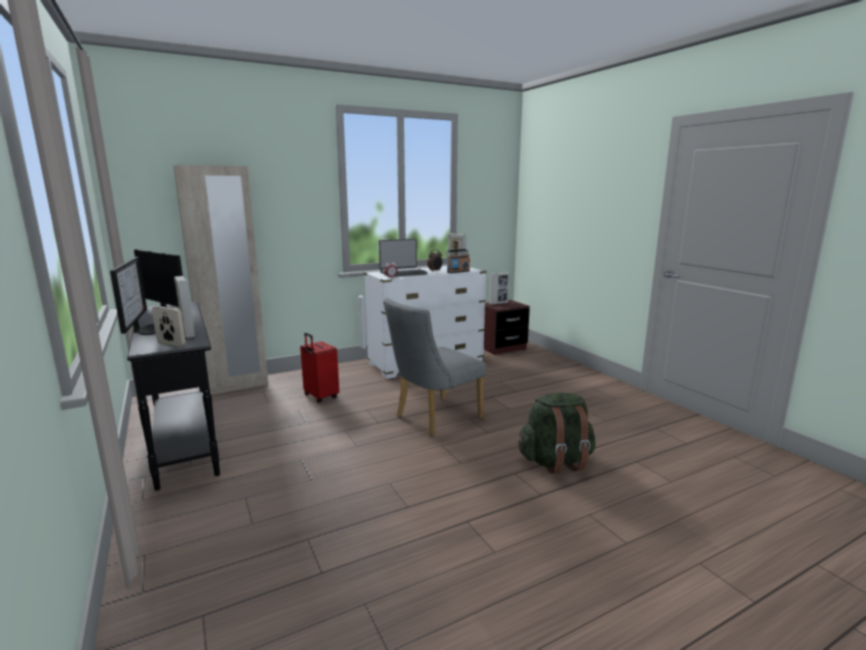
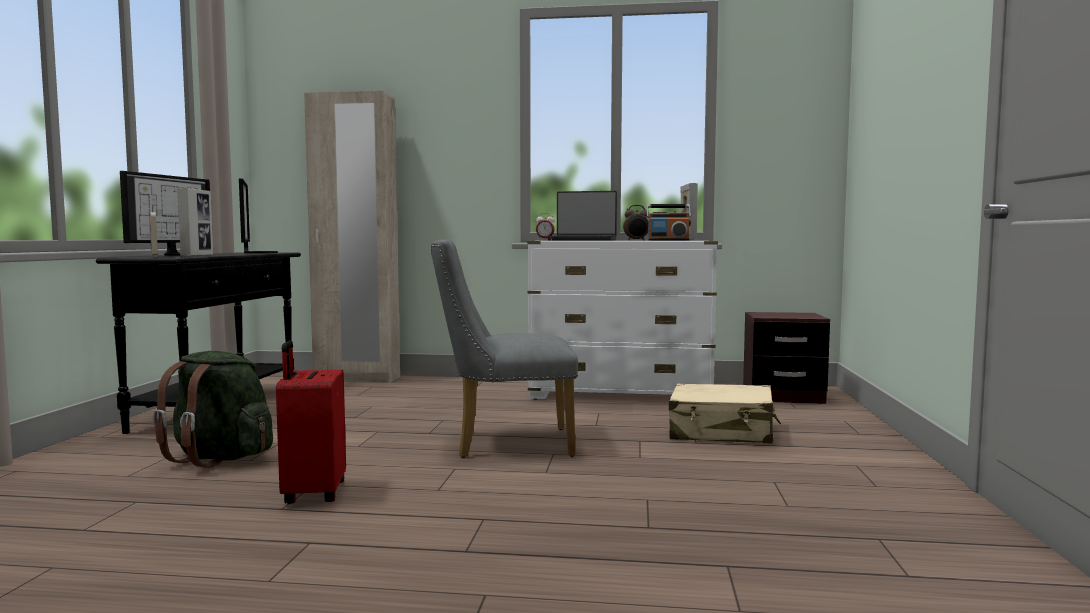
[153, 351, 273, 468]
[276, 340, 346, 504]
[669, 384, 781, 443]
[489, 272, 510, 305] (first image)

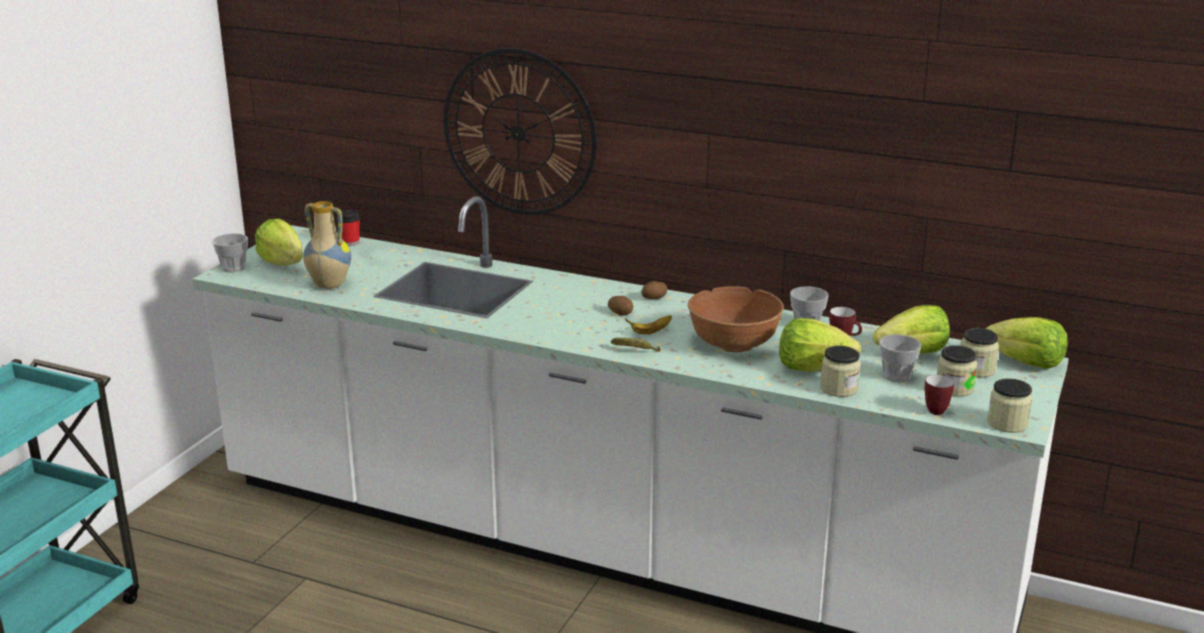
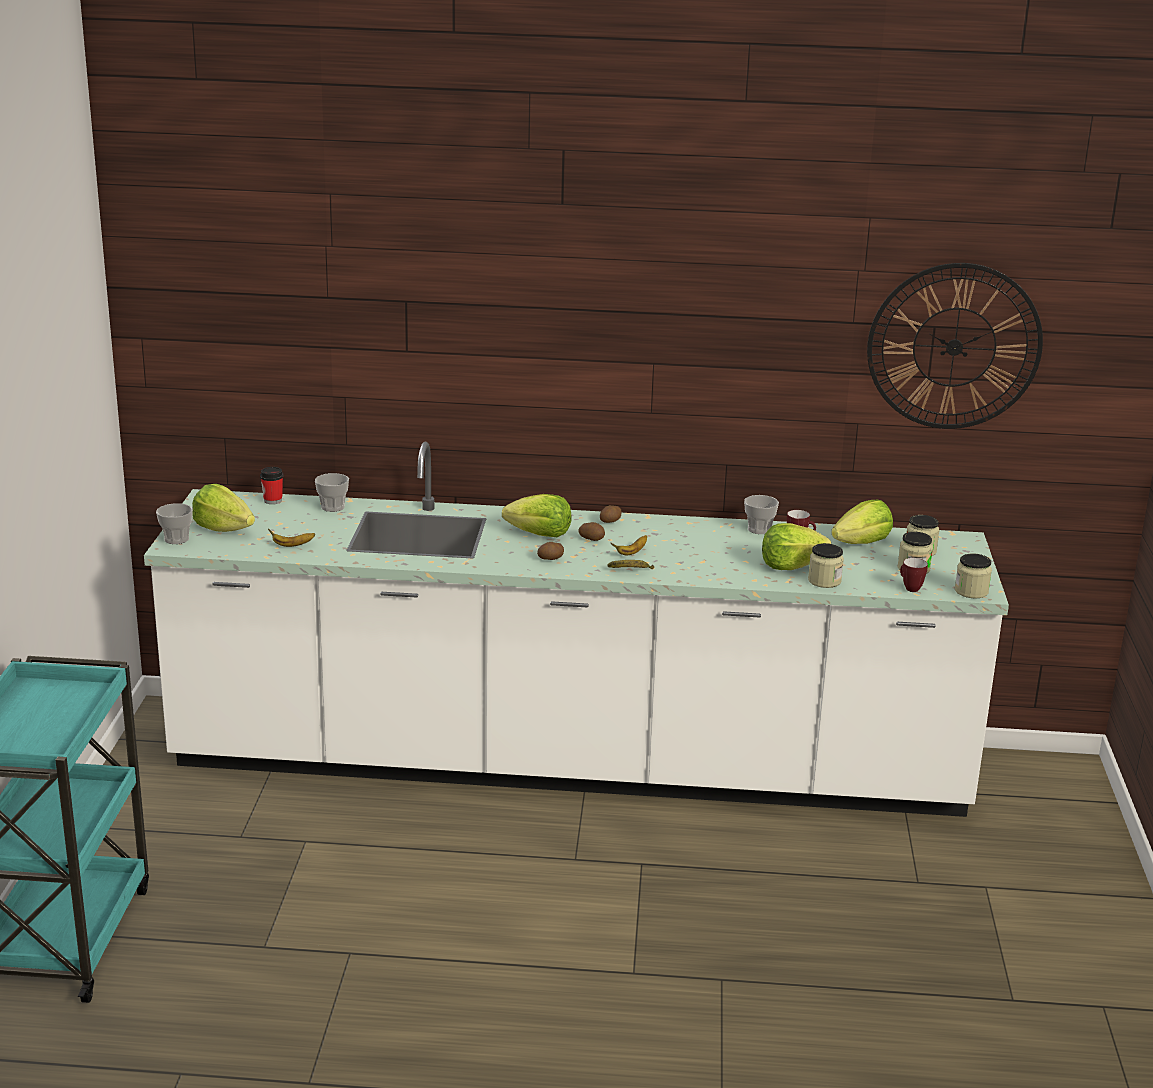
[268, 529, 315, 547]
[315, 473, 349, 512]
[502, 494, 571, 537]
[537, 542, 564, 560]
[867, 263, 1043, 429]
[688, 286, 784, 352] (first image)

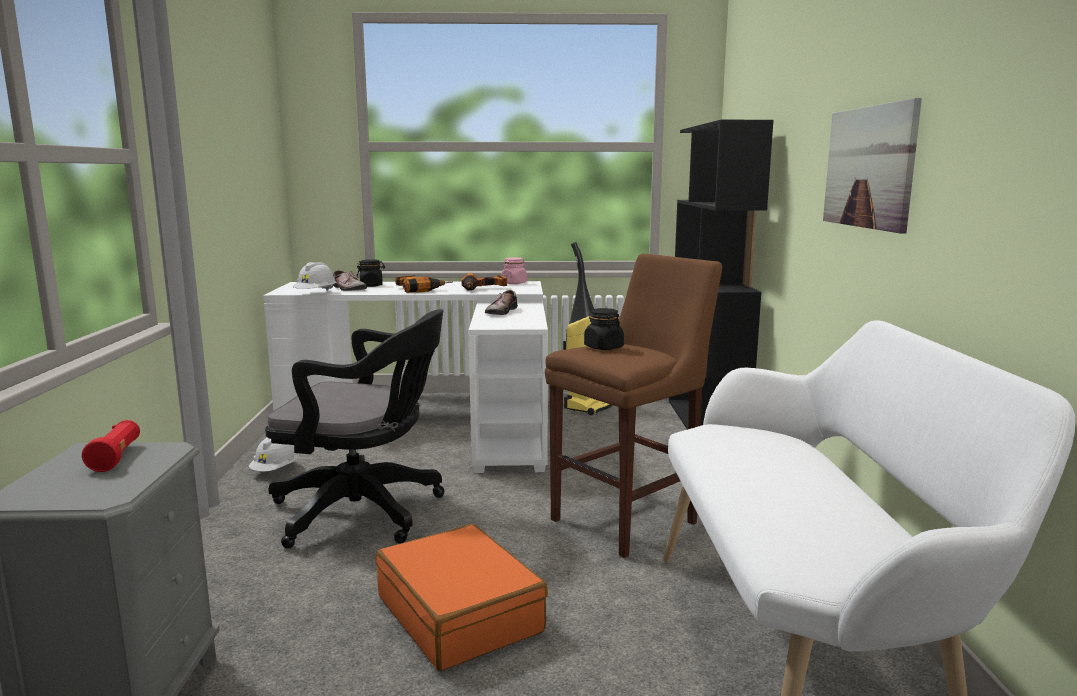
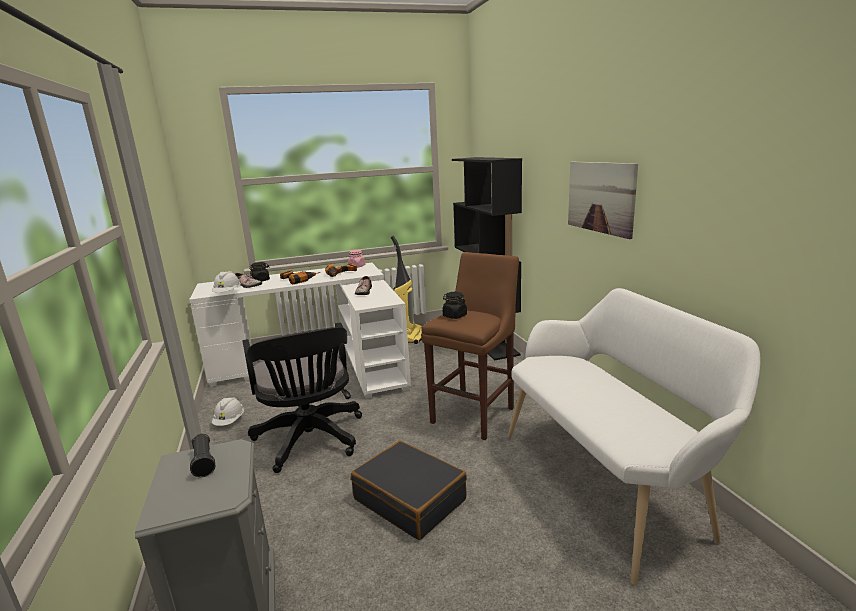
[190, 434, 215, 477]
[242, 322, 362, 473]
[351, 441, 467, 540]

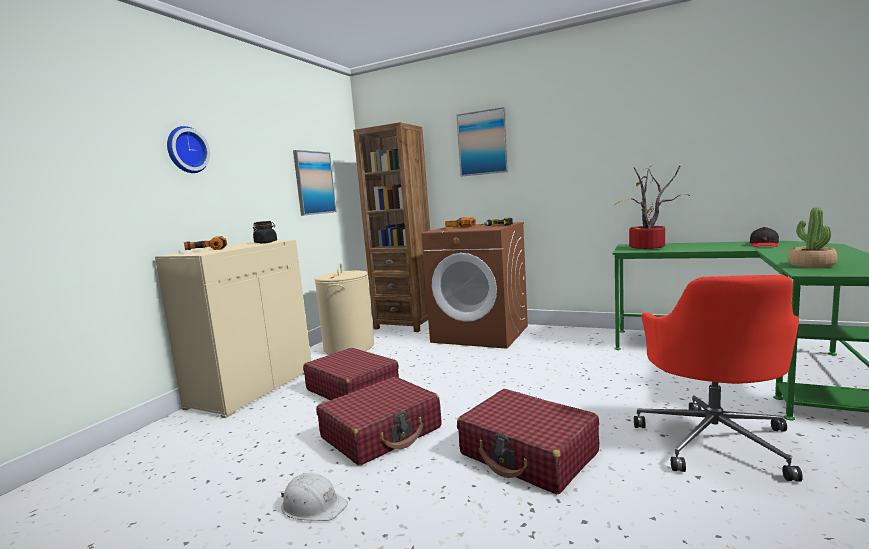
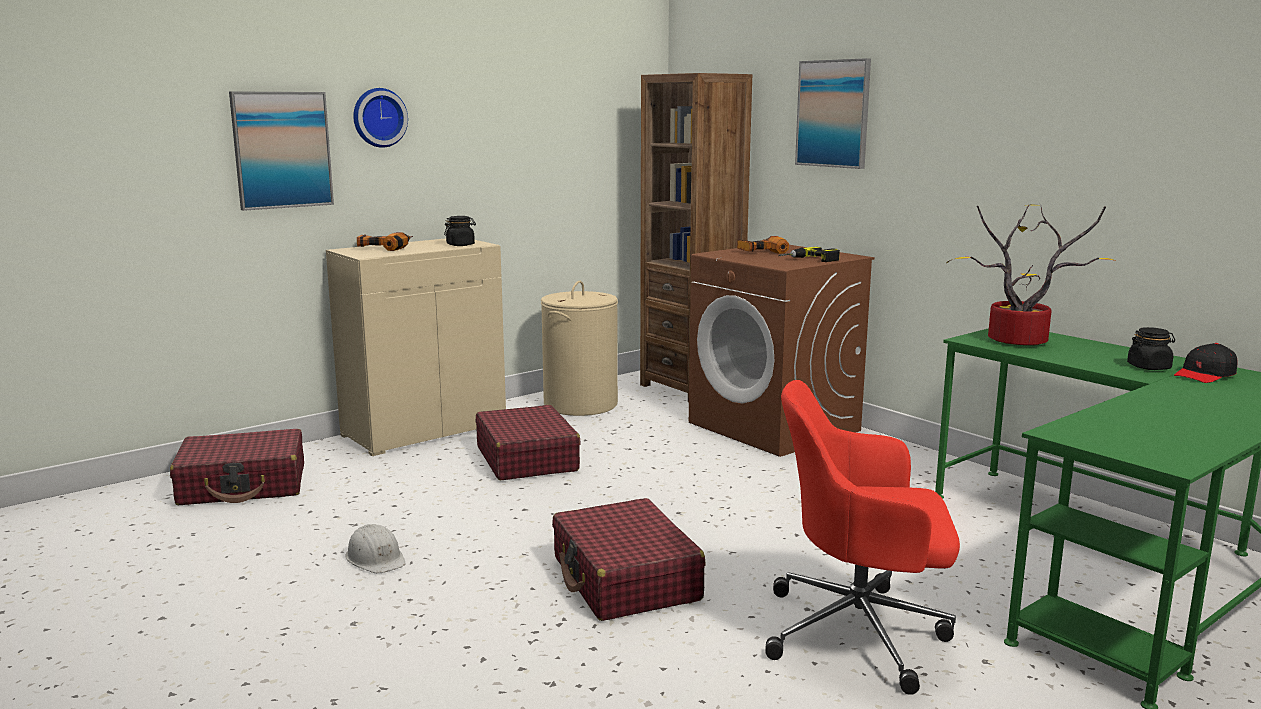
[170, 429, 304, 505]
[229, 91, 334, 211]
[765, 380, 960, 695]
[1127, 327, 1175, 370]
[788, 207, 837, 268] (first image)

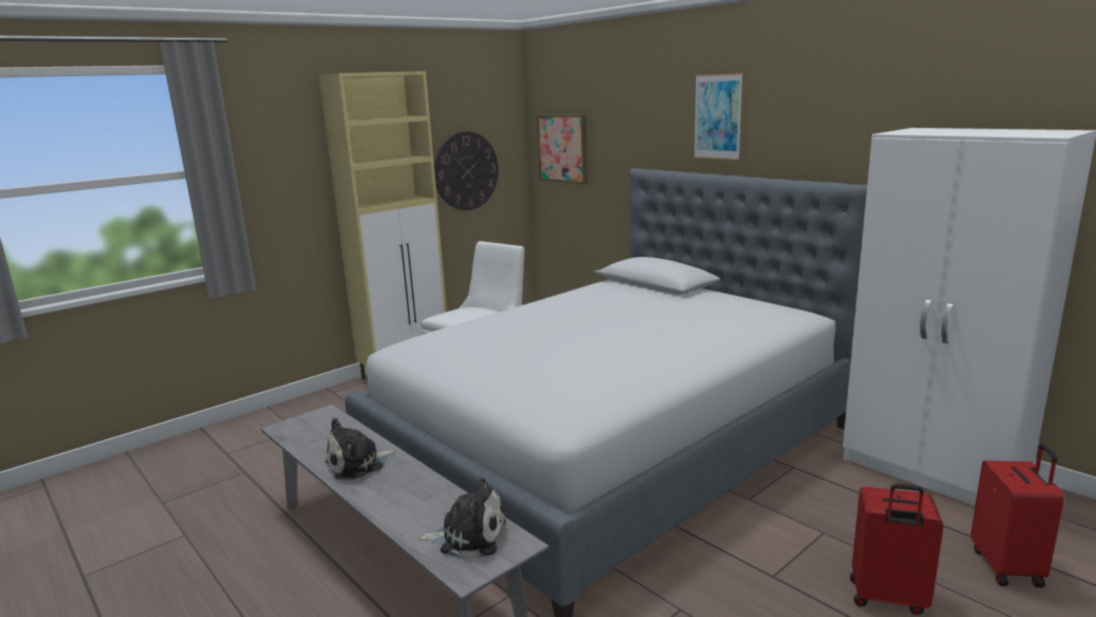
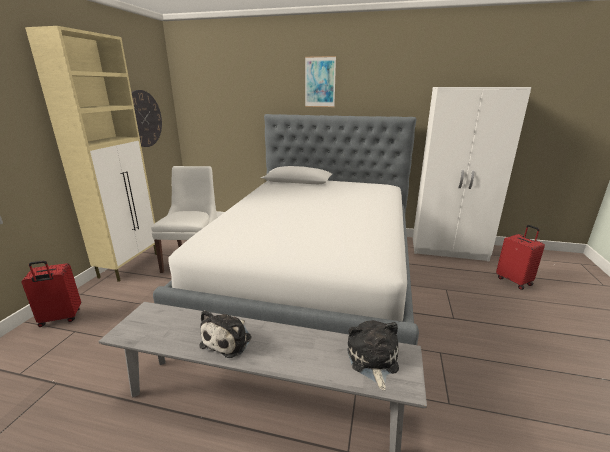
[21, 261, 81, 327]
[347, 320, 399, 391]
[537, 115, 587, 184] (first image)

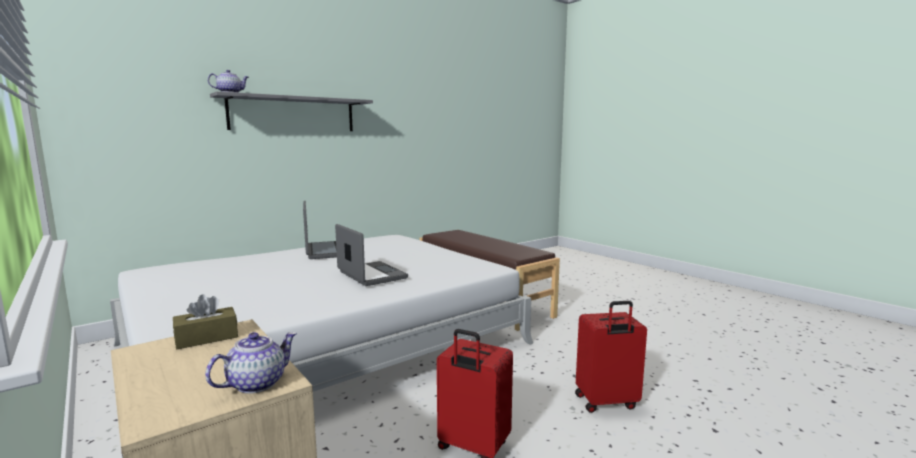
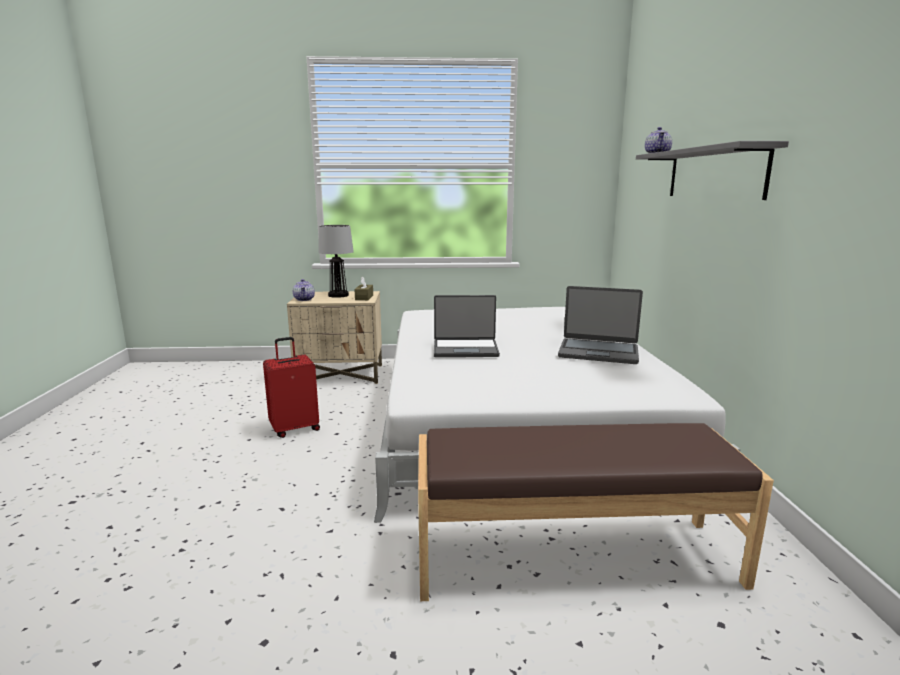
[318, 225, 354, 298]
[575, 301, 647, 413] (first image)

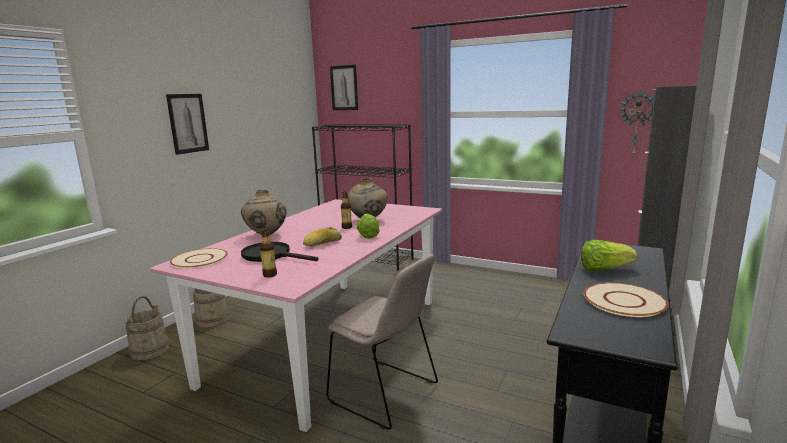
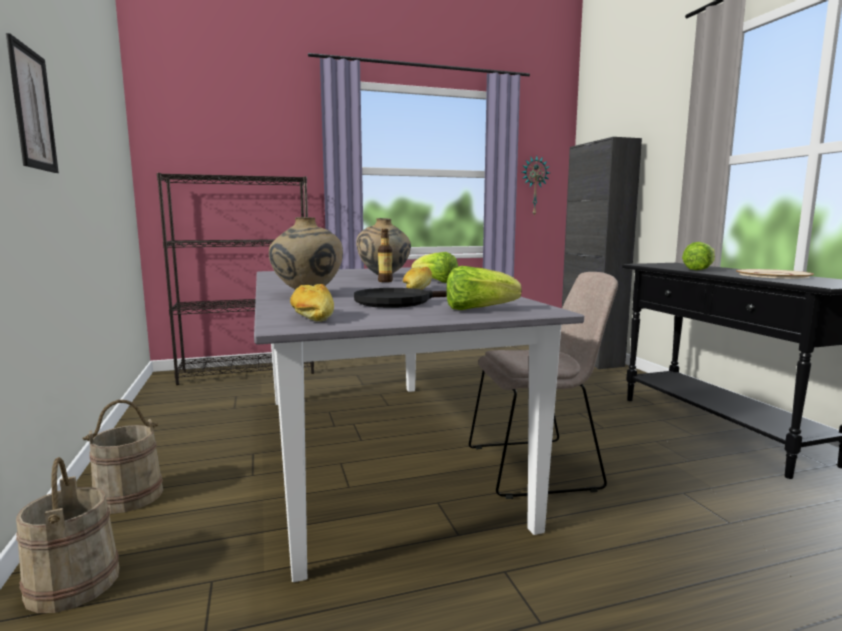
[254, 267, 584, 582]
[290, 284, 334, 322]
[446, 266, 522, 310]
[330, 65, 358, 110] (first image)

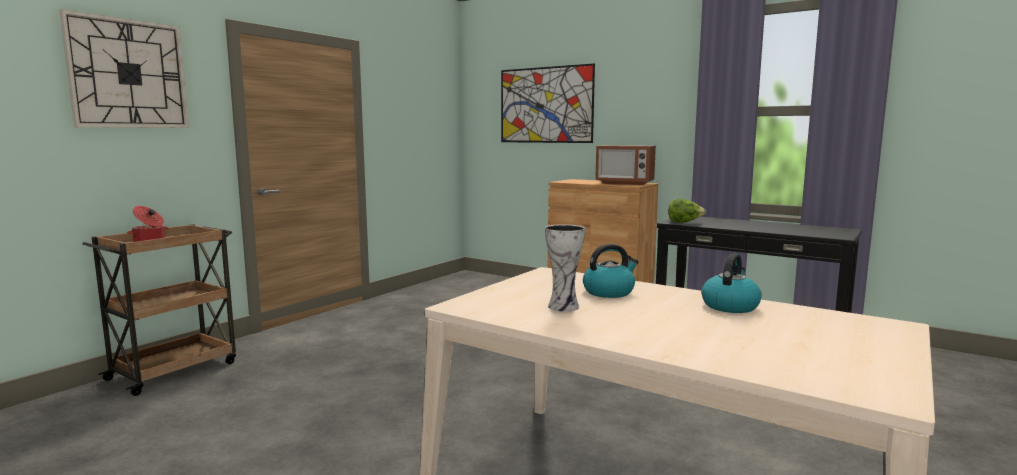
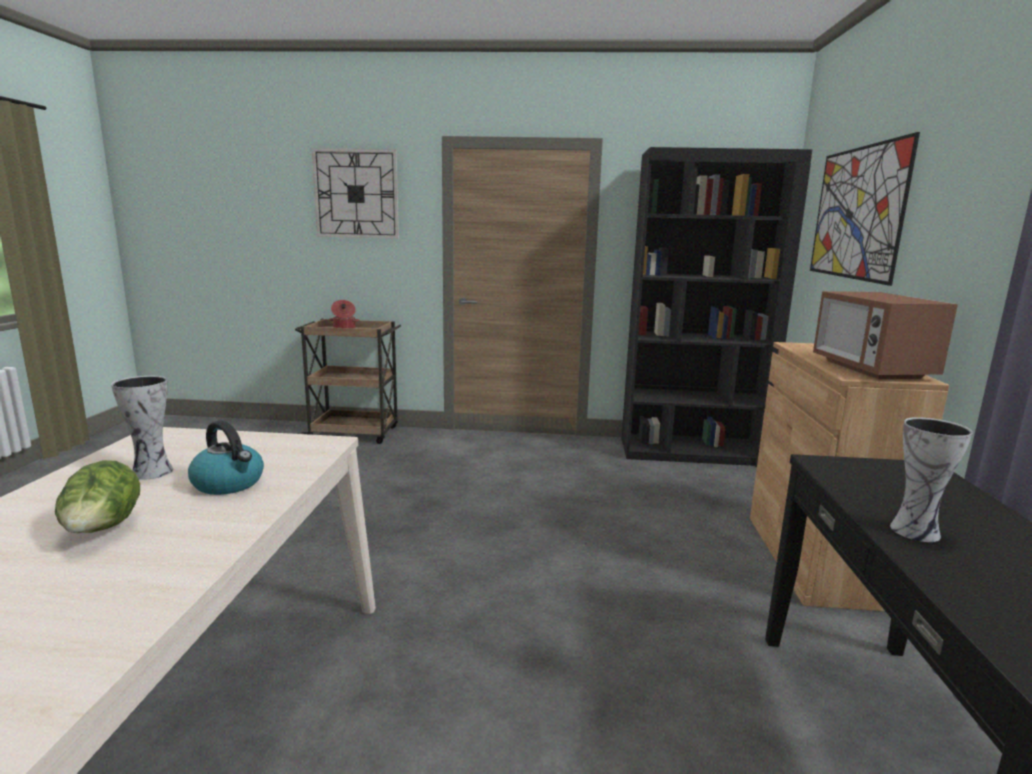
[55, 460, 140, 533]
[621, 147, 812, 467]
[890, 417, 972, 542]
[701, 254, 762, 313] (first image)

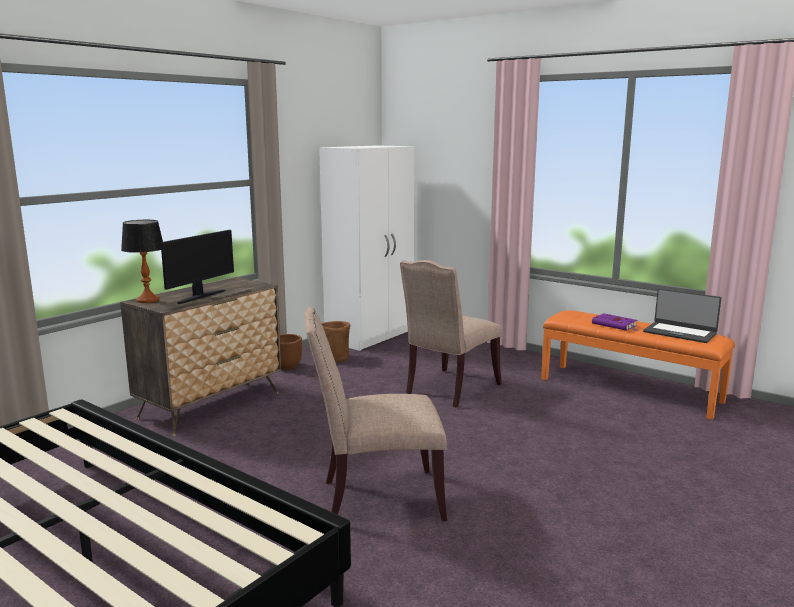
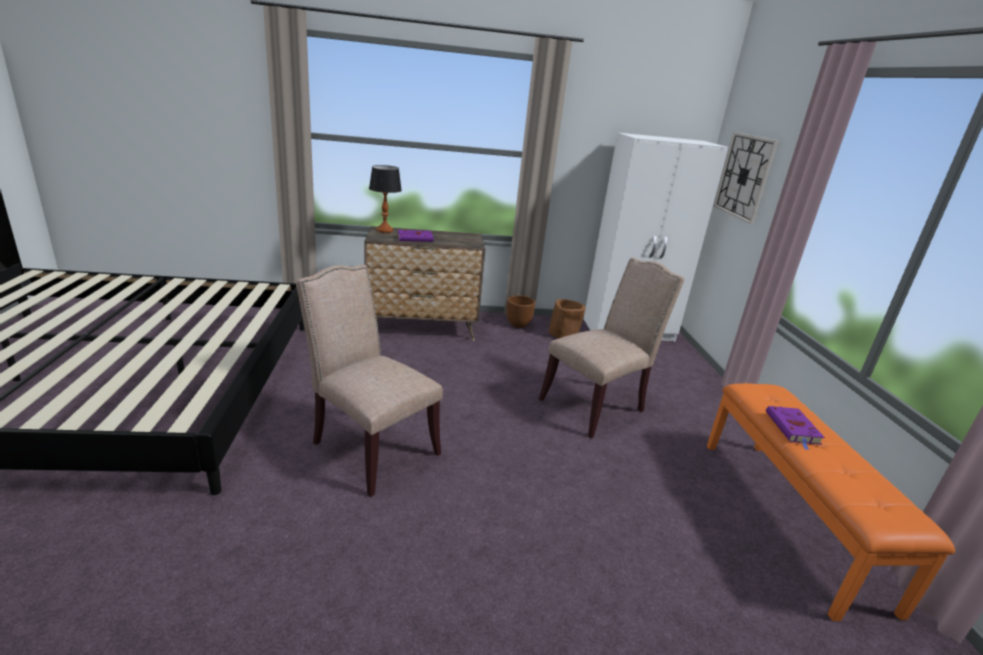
[398, 230, 439, 242]
[539, 258, 684, 438]
[713, 132, 779, 225]
[643, 288, 721, 343] (first image)

